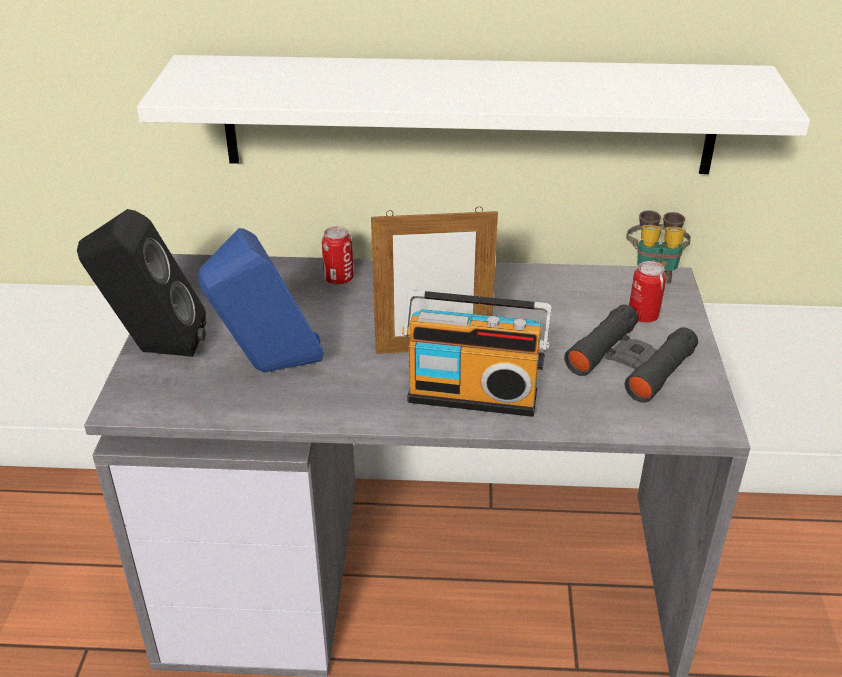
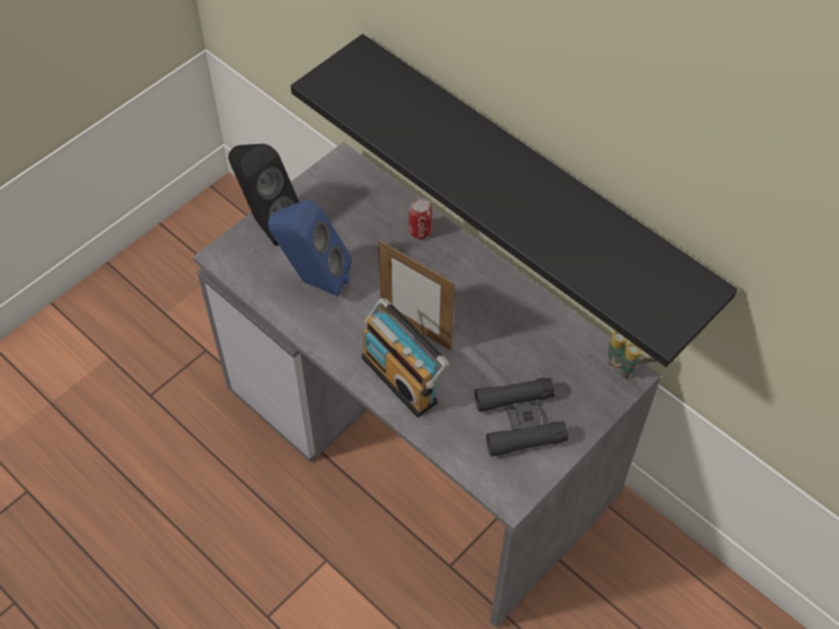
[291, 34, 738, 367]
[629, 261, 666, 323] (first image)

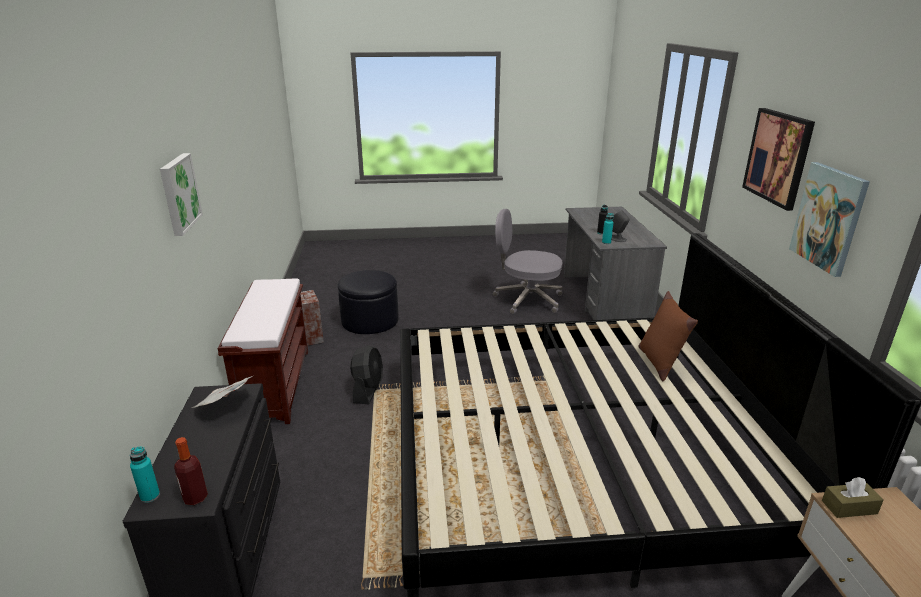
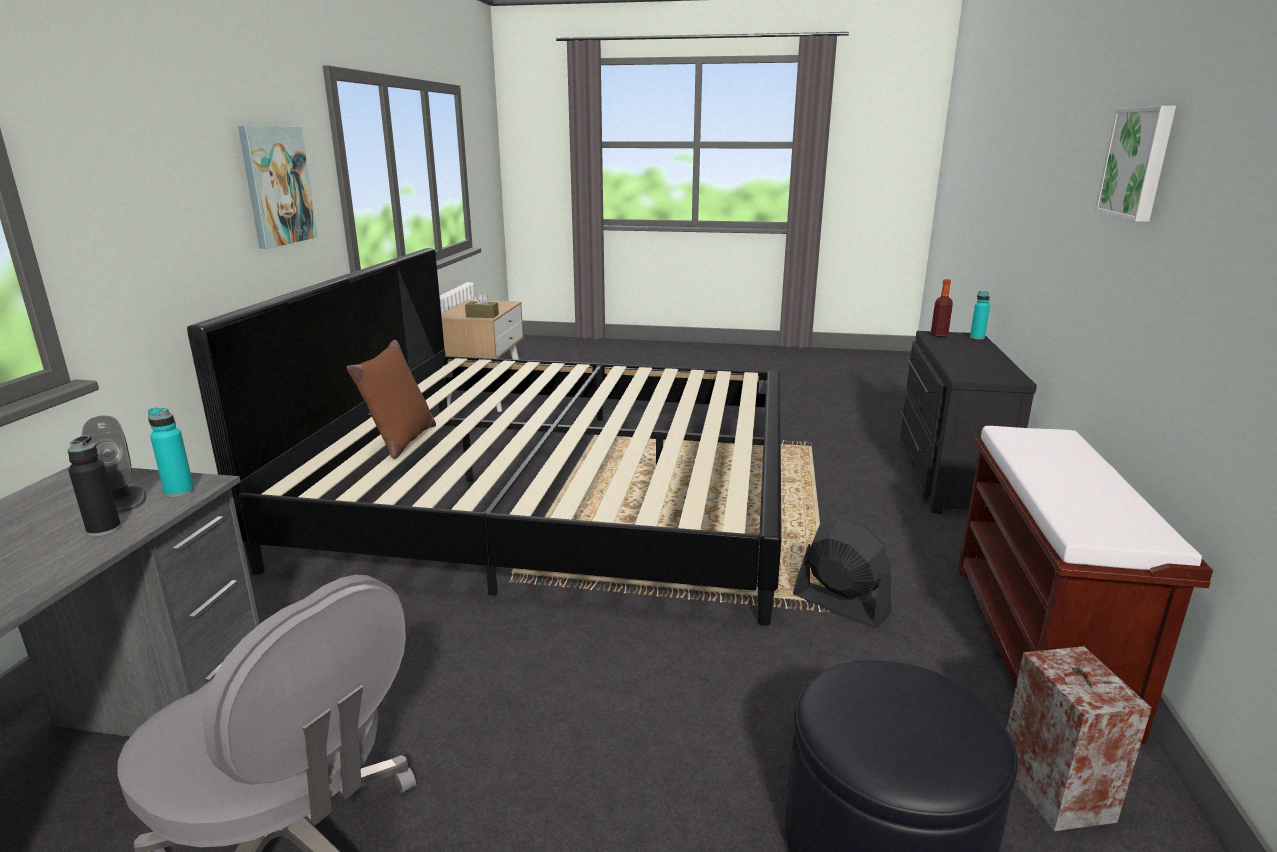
[793, 519, 891, 628]
[192, 376, 253, 408] (first image)
[742, 108, 815, 211] (first image)

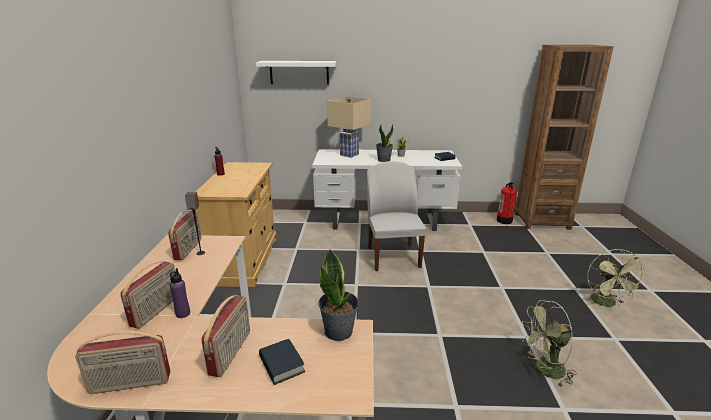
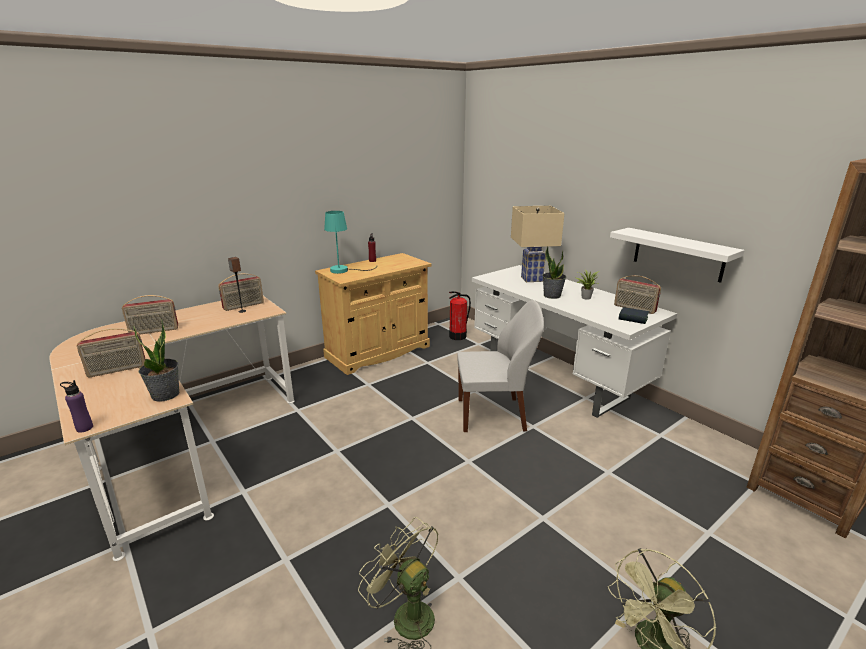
[60, 380, 93, 433]
[324, 211, 377, 274]
[449, 291, 471, 340]
[457, 300, 544, 432]
[610, 228, 745, 283]
[614, 275, 661, 314]
[259, 339, 305, 385] (first image)

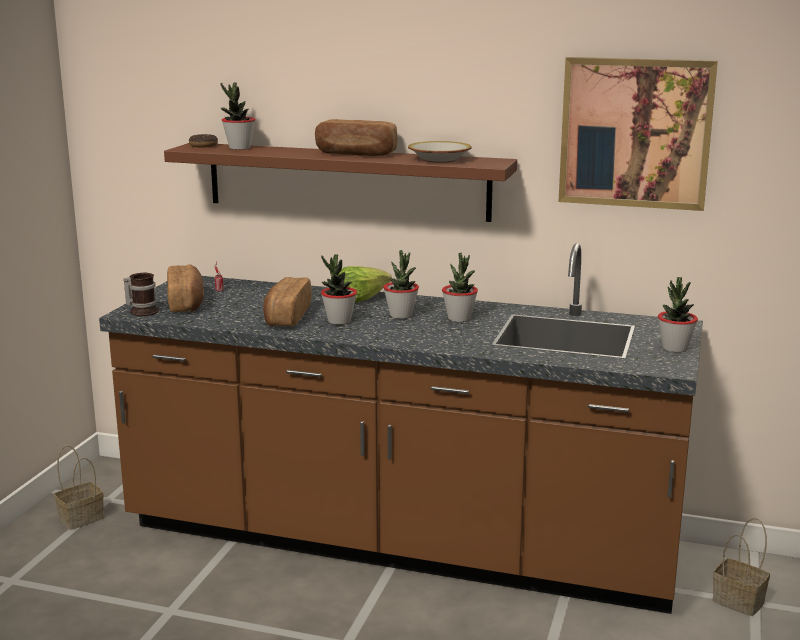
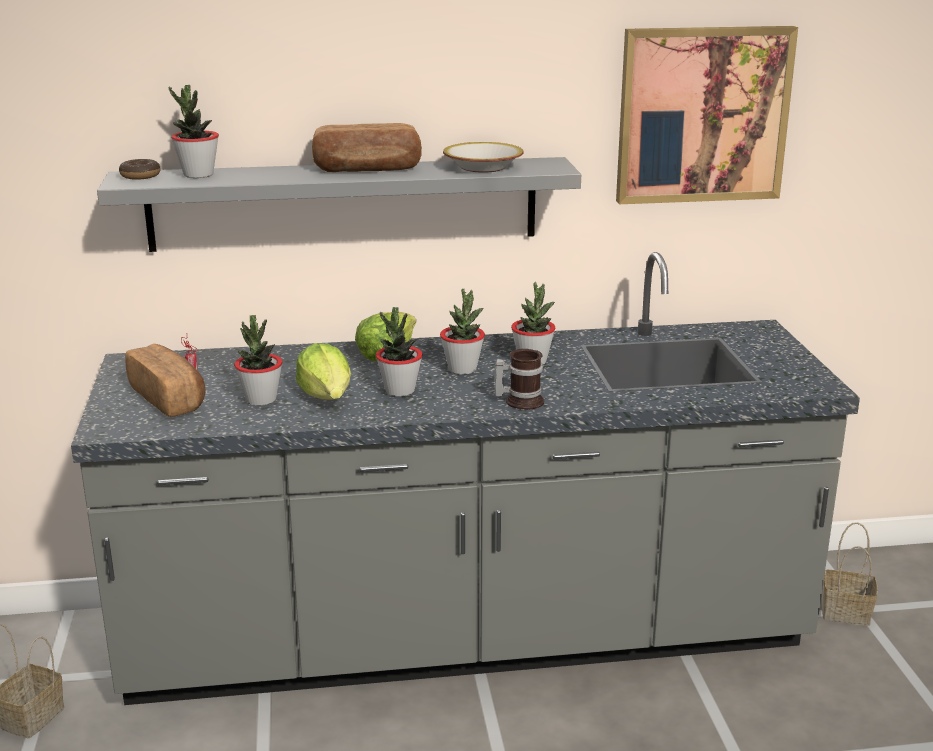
[71, 252, 860, 705]
[97, 157, 581, 252]
[234, 315, 283, 406]
[296, 343, 351, 400]
[495, 349, 544, 410]

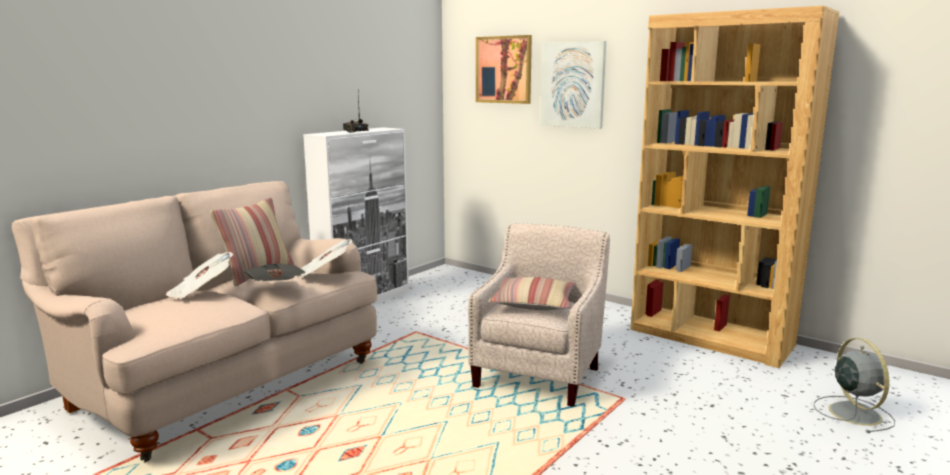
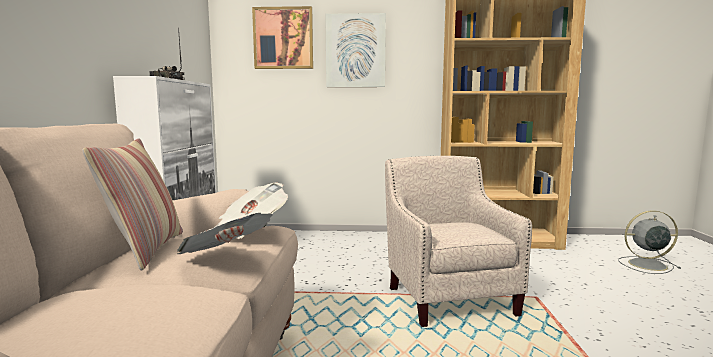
[618, 210, 681, 274]
[166, 252, 233, 299] (first image)
[488, 277, 576, 310] (first image)

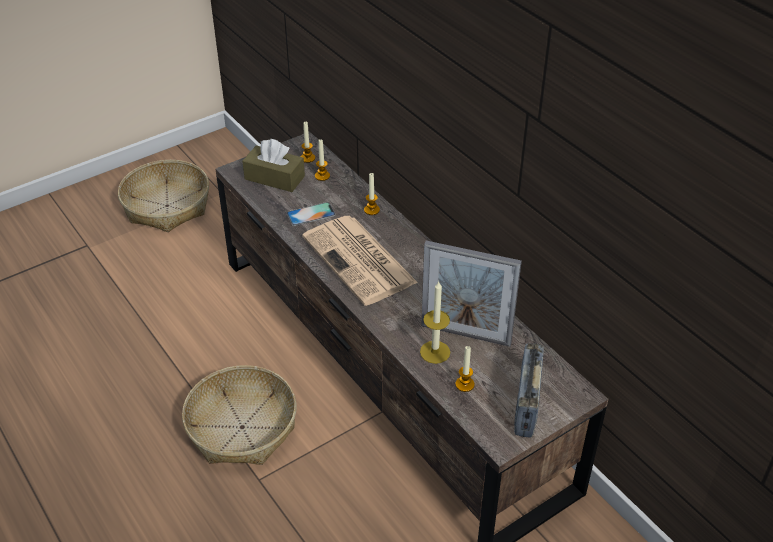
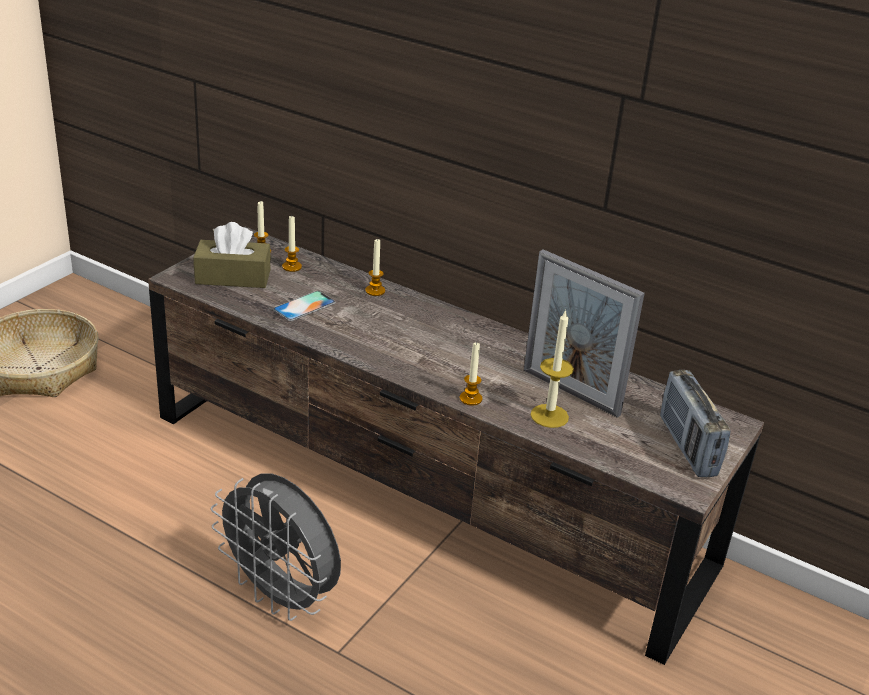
[211, 473, 341, 621]
[460, 341, 483, 406]
[524, 249, 645, 418]
[302, 216, 418, 306] (first image)

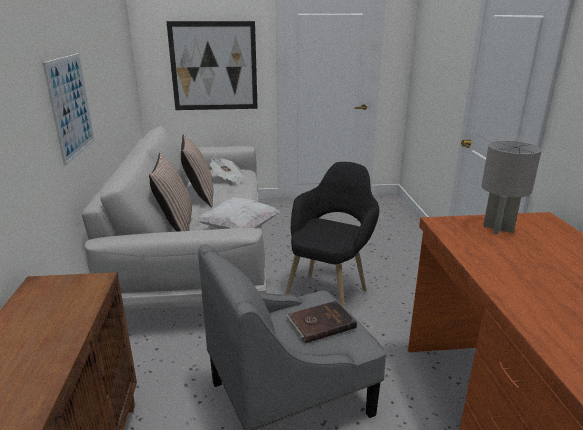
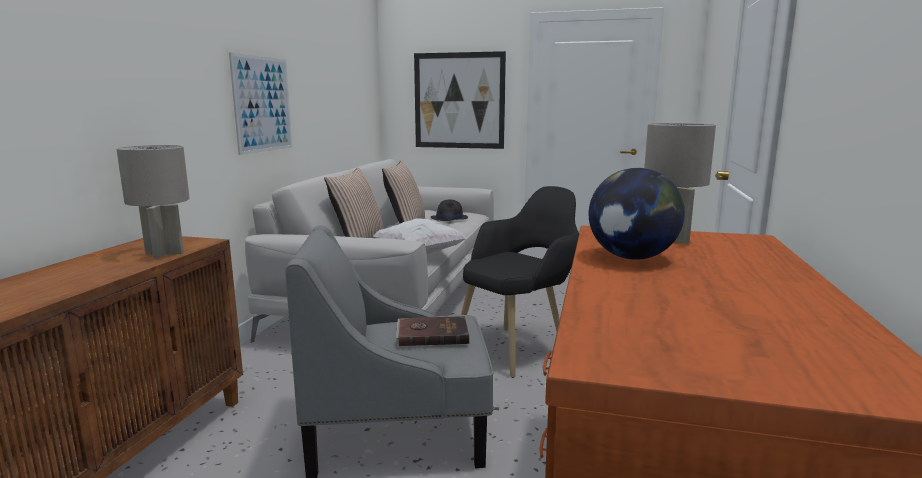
[116, 145, 190, 259]
[431, 200, 468, 221]
[589, 168, 685, 260]

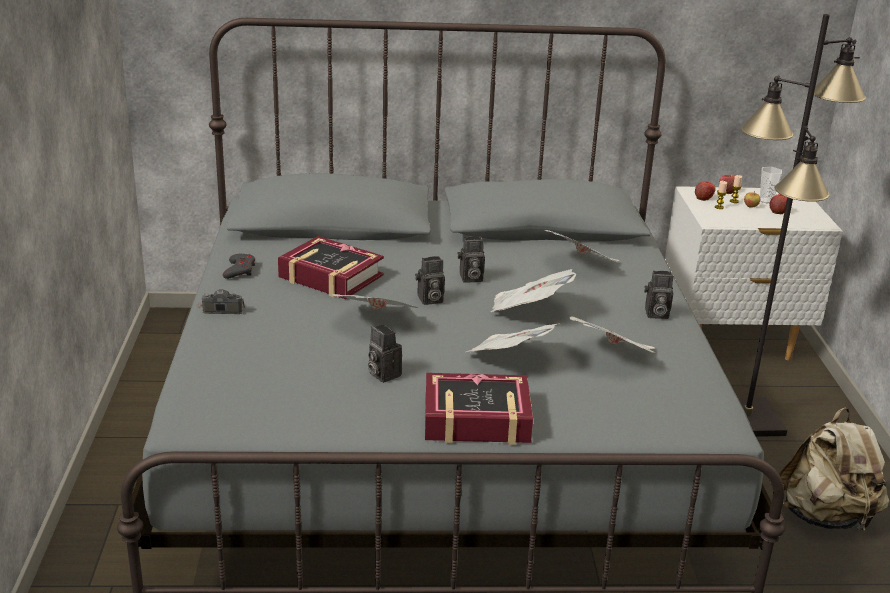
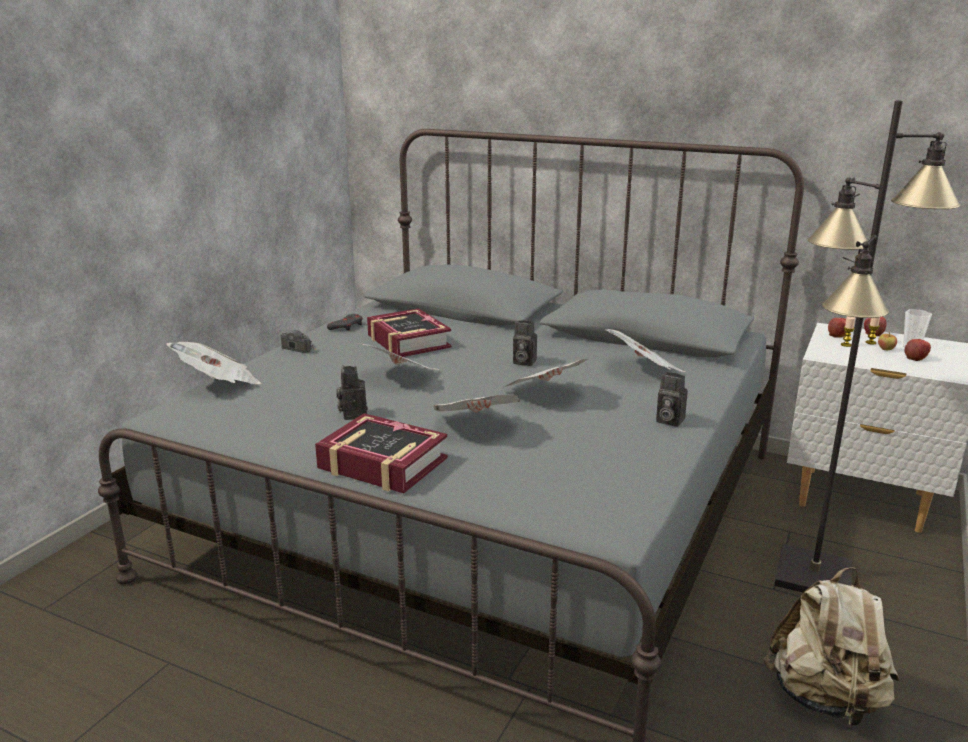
[166, 342, 262, 384]
[415, 256, 445, 305] (first image)

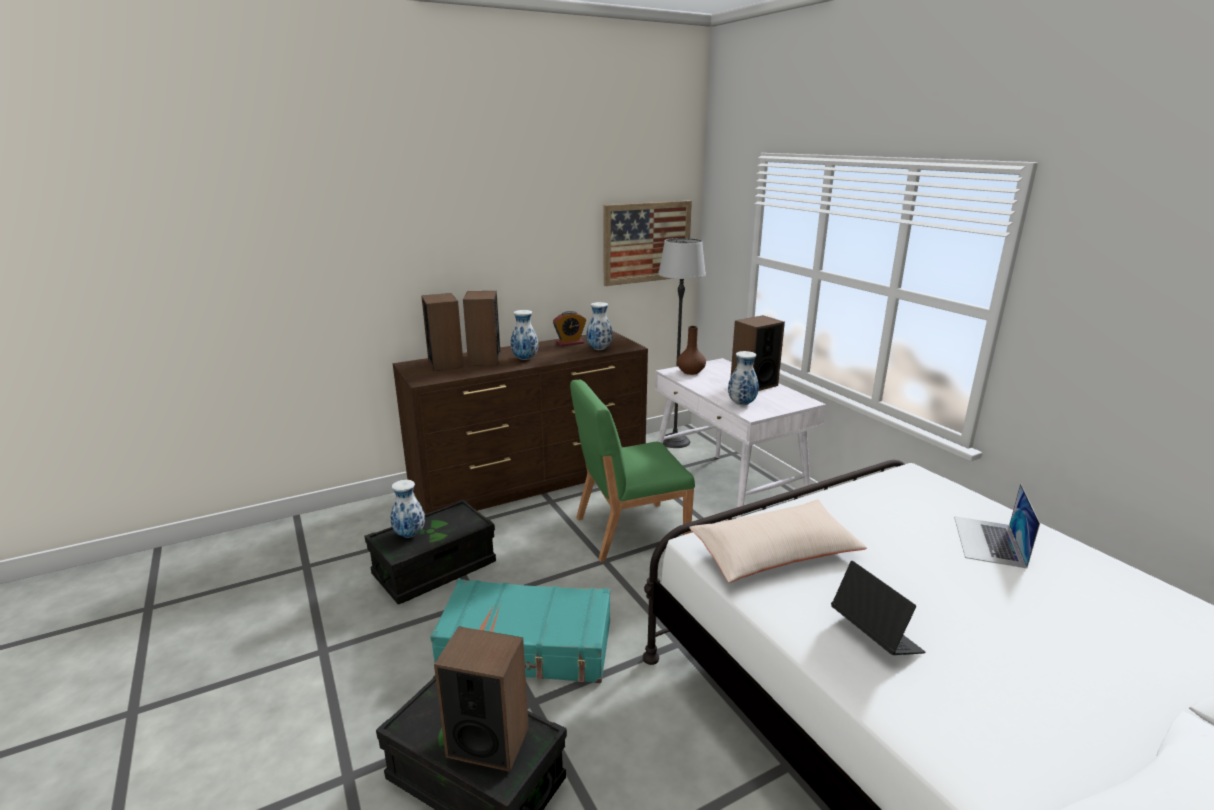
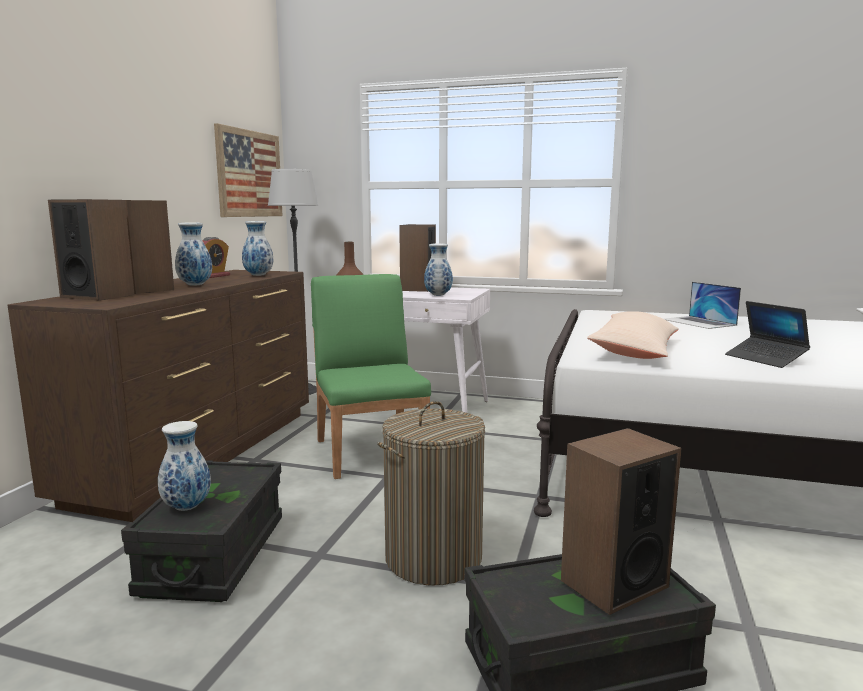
[311, 274, 431, 479]
[377, 401, 485, 585]
[725, 301, 810, 368]

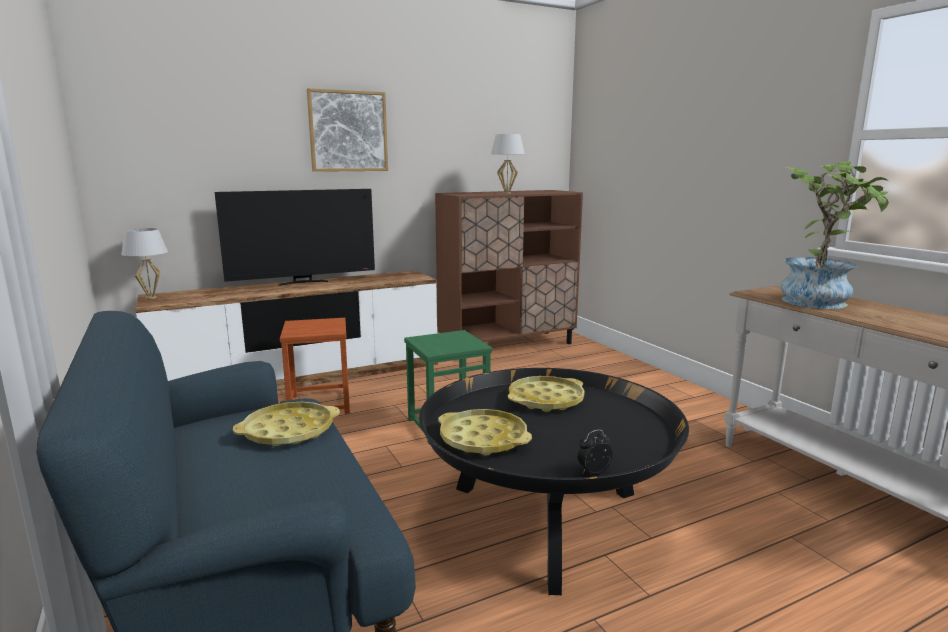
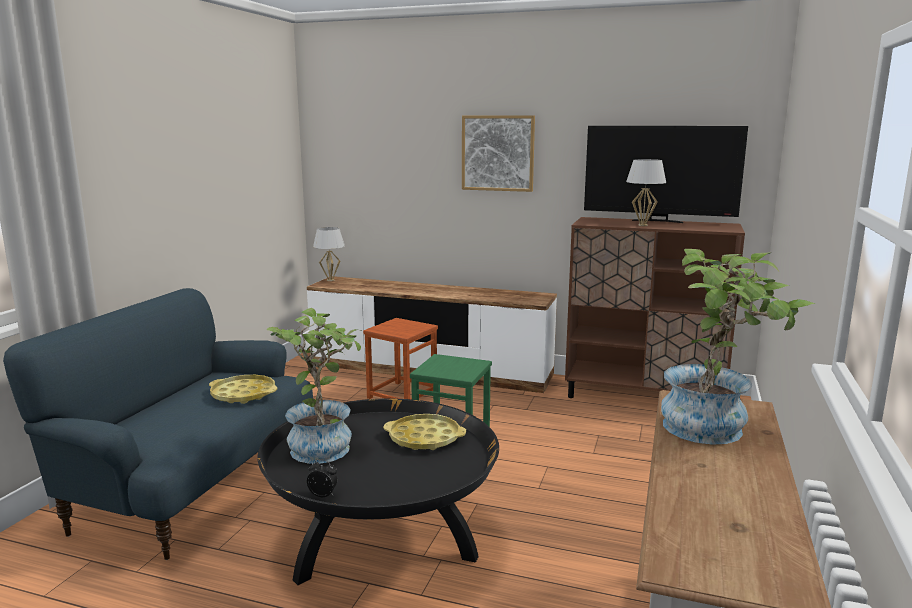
[267, 308, 361, 464]
[584, 126, 748, 223]

